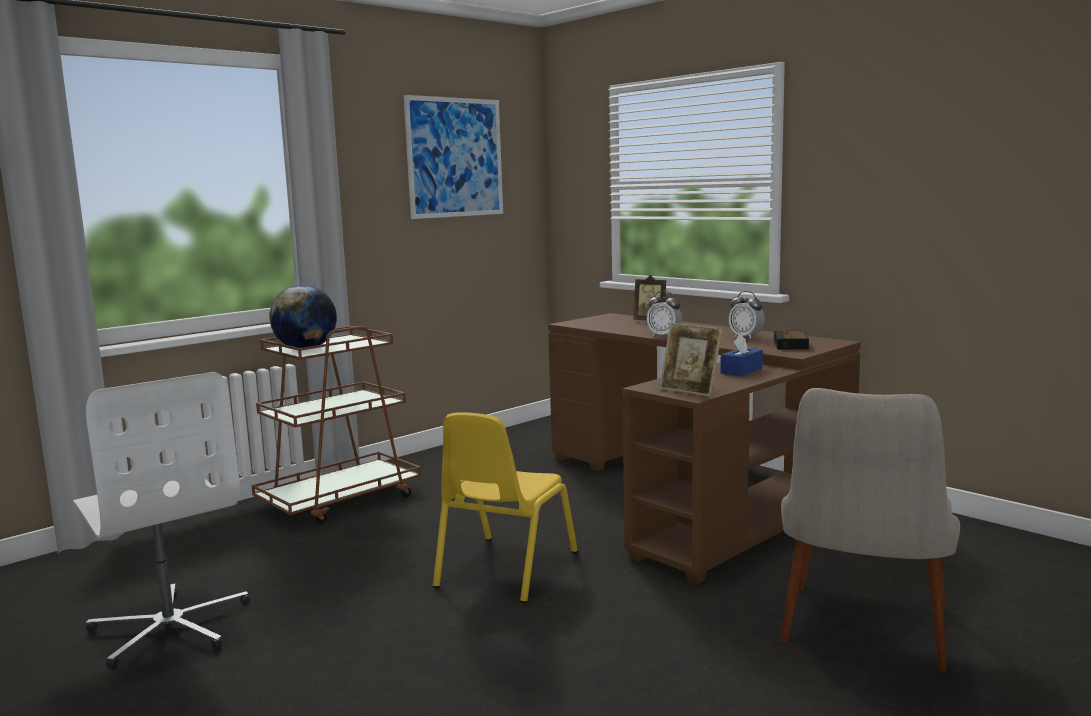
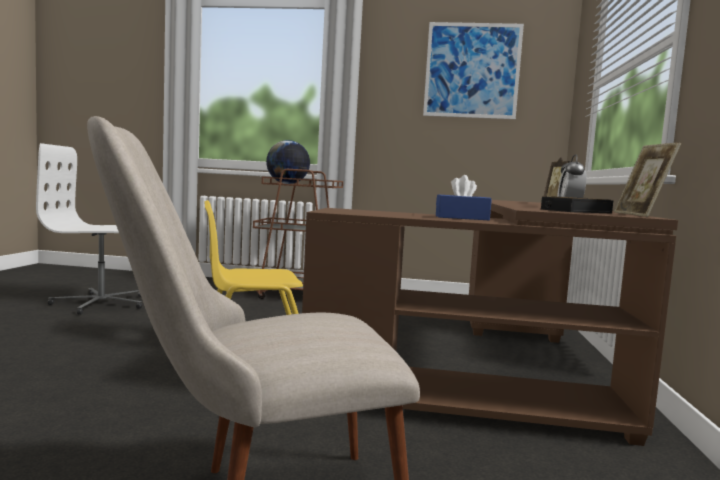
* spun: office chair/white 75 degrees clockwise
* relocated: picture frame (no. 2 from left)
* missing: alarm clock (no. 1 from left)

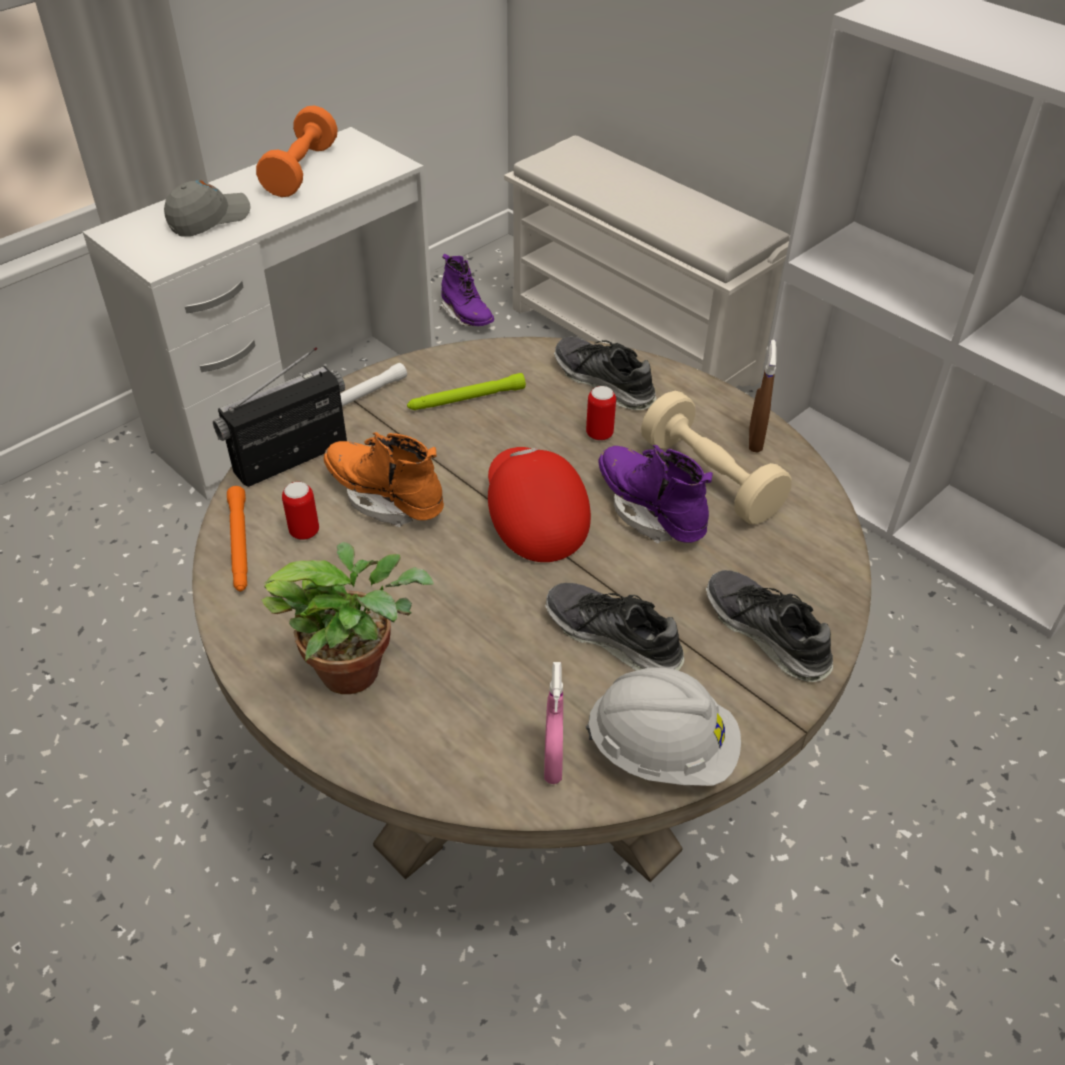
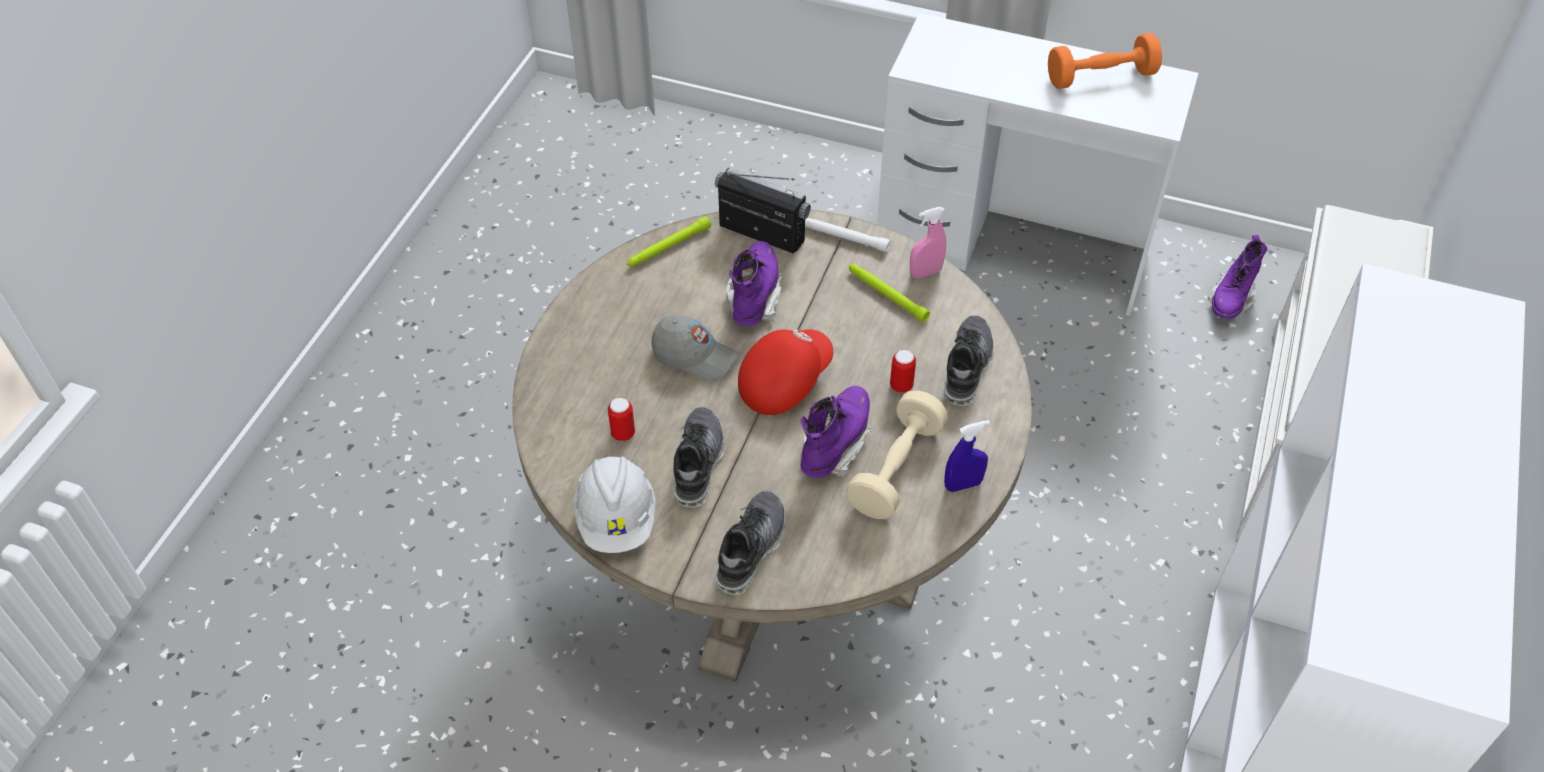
* relocated: can (no. 1 from left)
* colour: flashlight/orange to flashlight/green (no. 1 from left)
* relocated: cap/grey
* colour: boot/orange to boot/purple (no. 1 from left)
* relocated: spray bottle/pink
* colour: spray bottle/brown to spray bottle/blue
* missing: potted plant

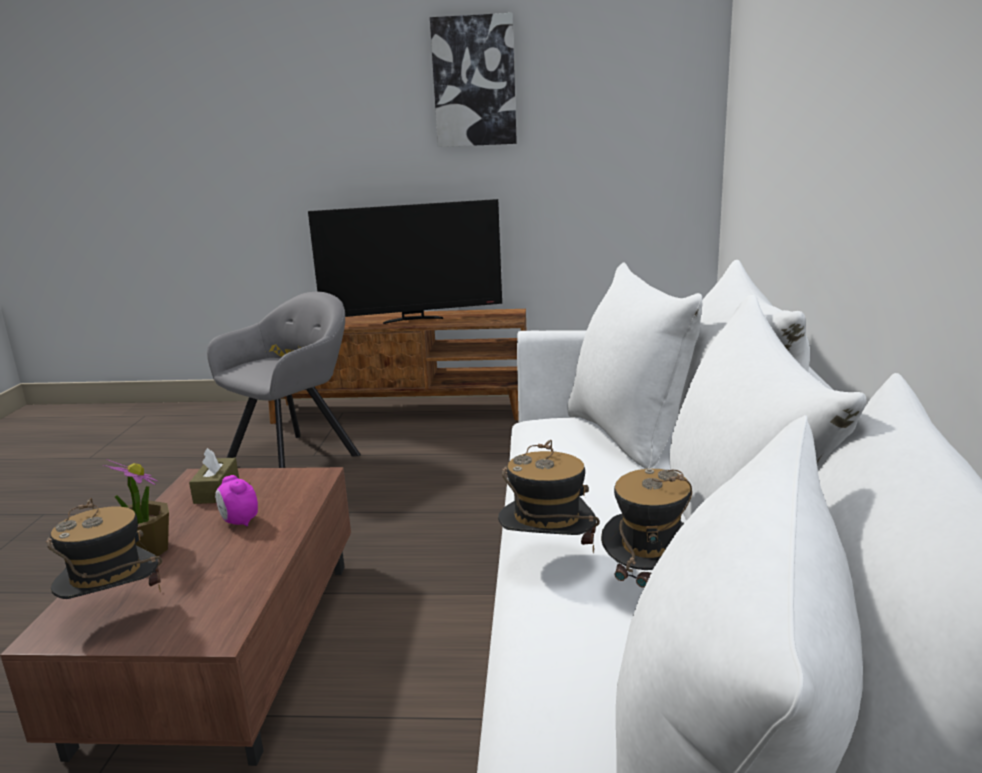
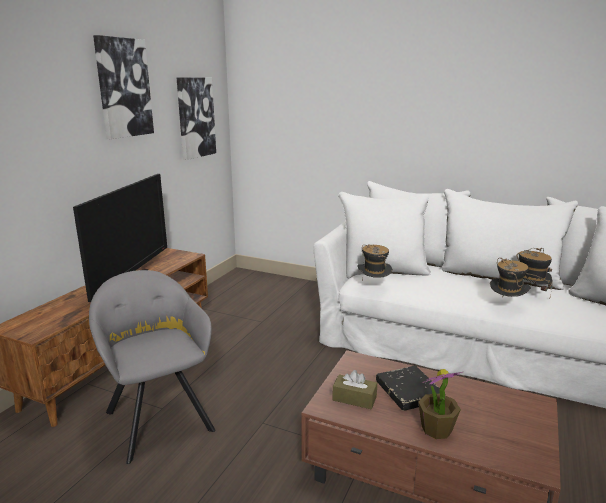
* appeared: picture (no. 2 from left)
* relocated: hat (no. 1 from left)
* exchanged: alarm clock to book/black

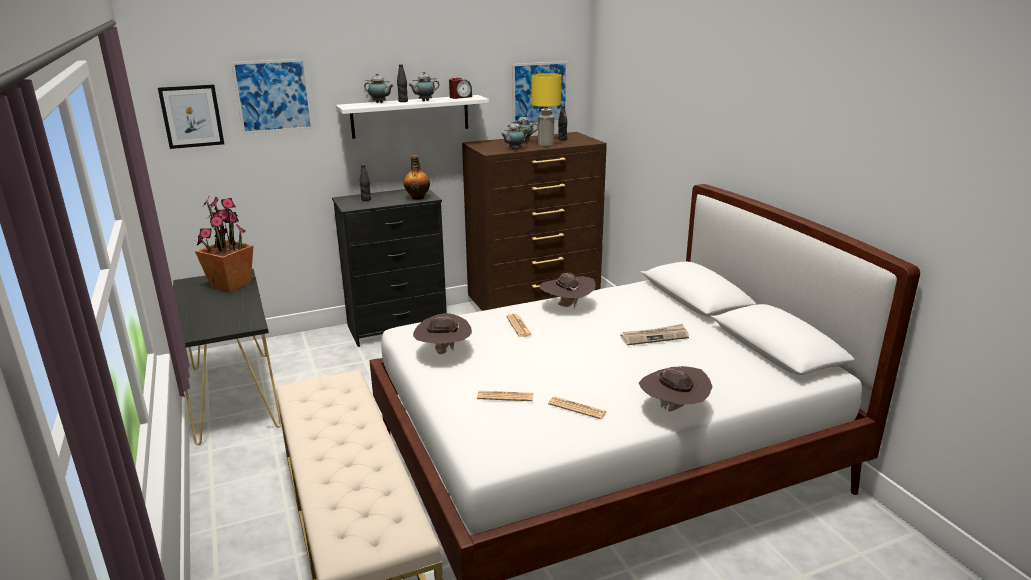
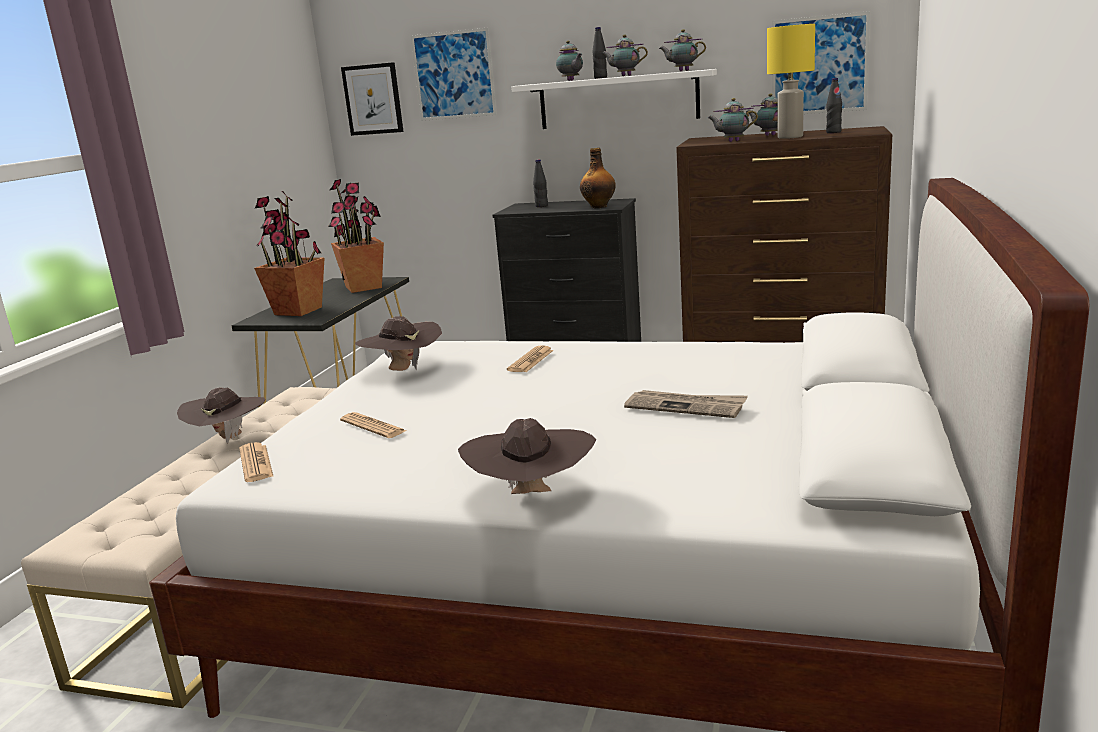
* relocated: hat/brown (no. 2 from left in the first image) to hat/brown (no. 1 from left)
* relocated: newspaper (no. 3 from left in the first image) to newspaper (no. 1 from left)
* appeared: potted plant (no. 1 from left)
* exchanged: alarm clock to teapot (no. 3 from left)

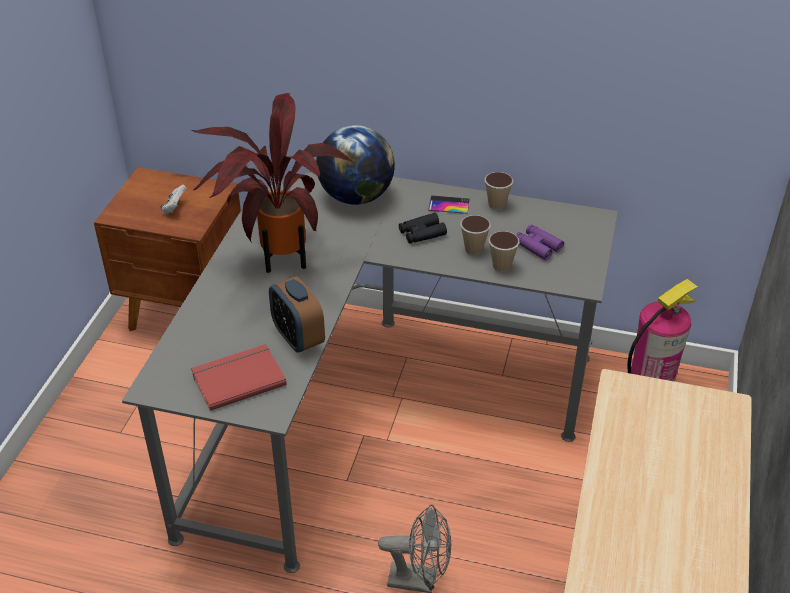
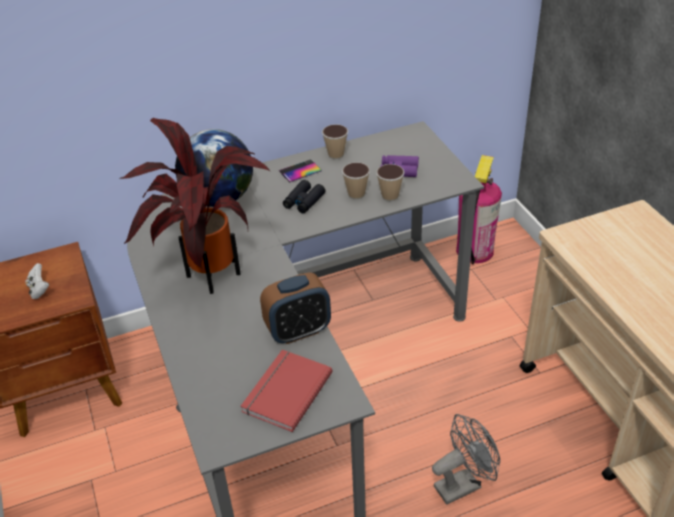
* spun: alarm clock 45 degrees counterclockwise

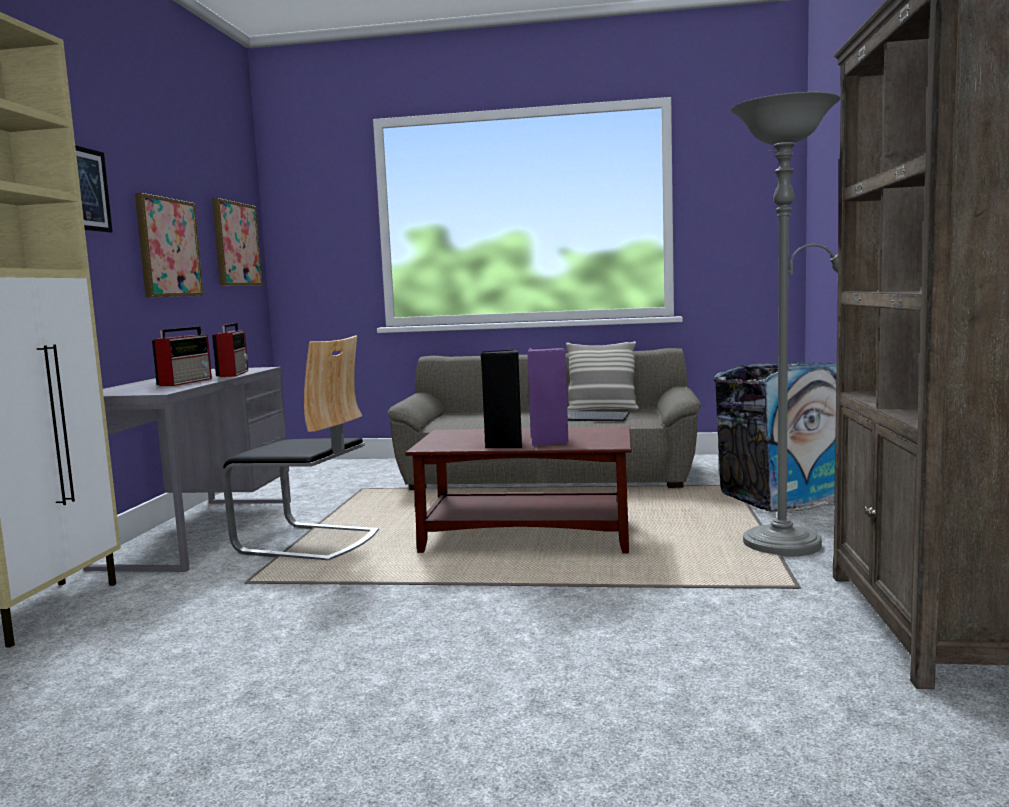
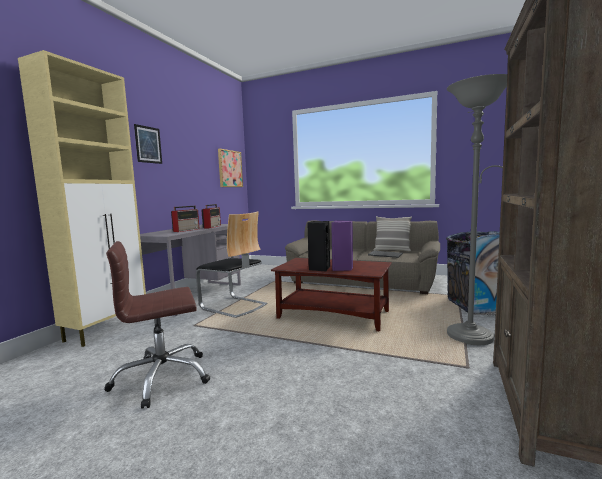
* appeared: office chair/brown
* missing: picture (no. 2 from left)

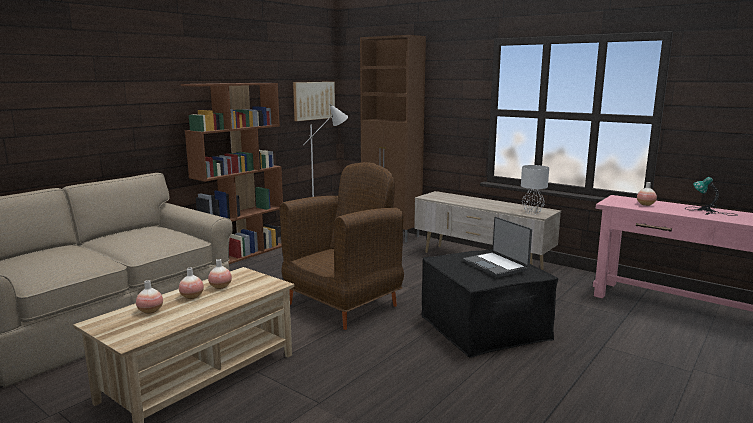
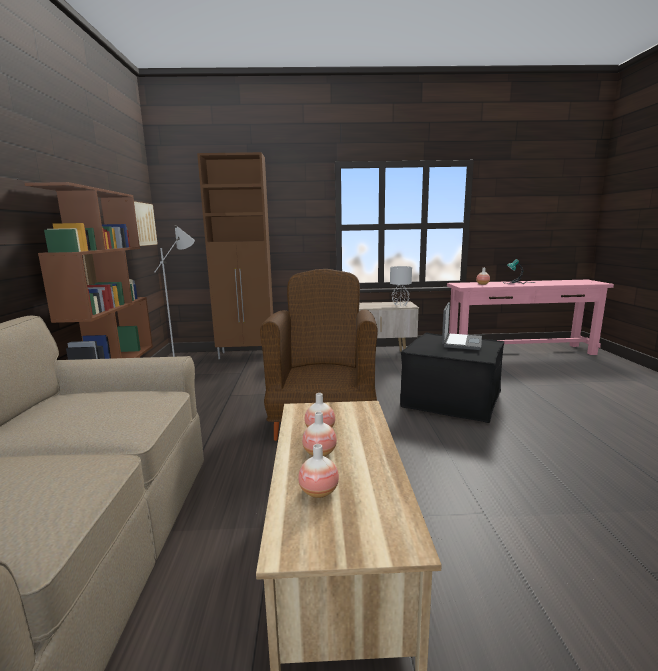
* spun: laptop 90 degrees counterclockwise

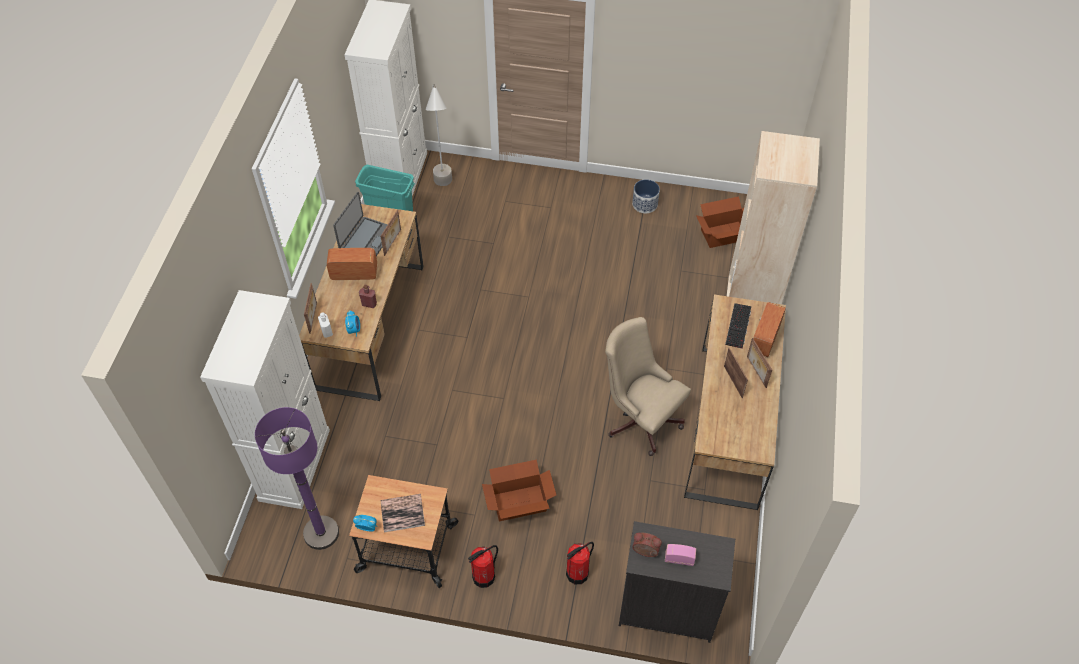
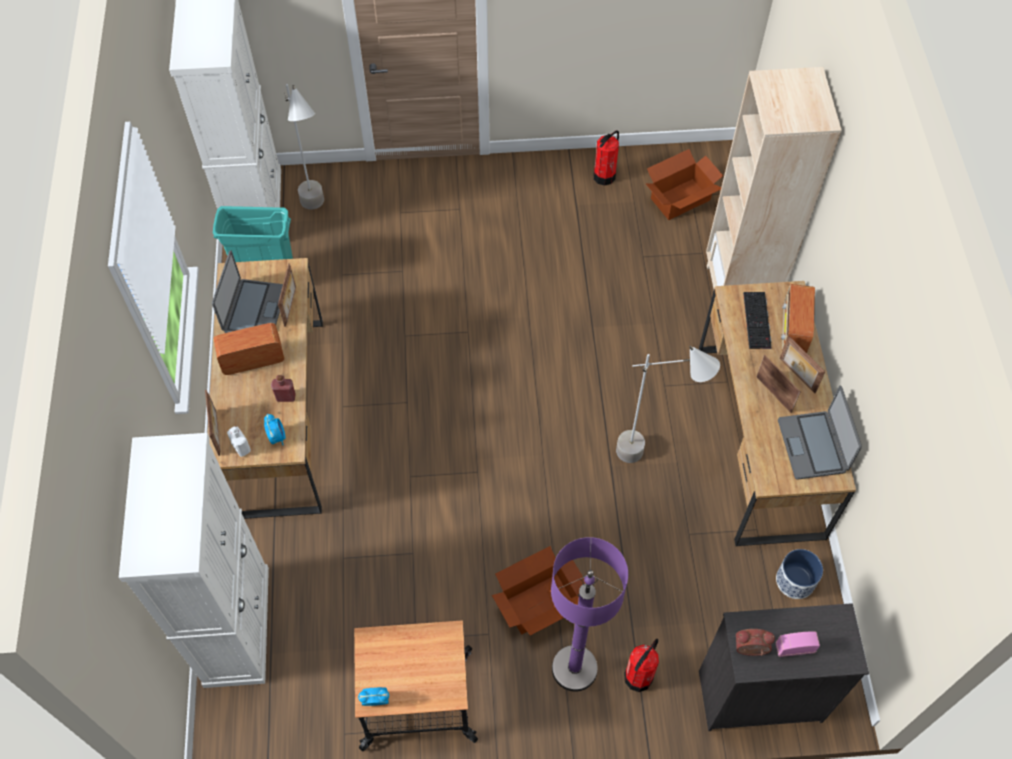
* relocated: floor lamp/purple
* relocated: fire extinguisher (no. 1 from left)
* exchanged: office chair/beige to floor lamp/grey (no. 2 from left)
* relocated: planter
* appeared: laptop (no. 2 from left)
* missing: book

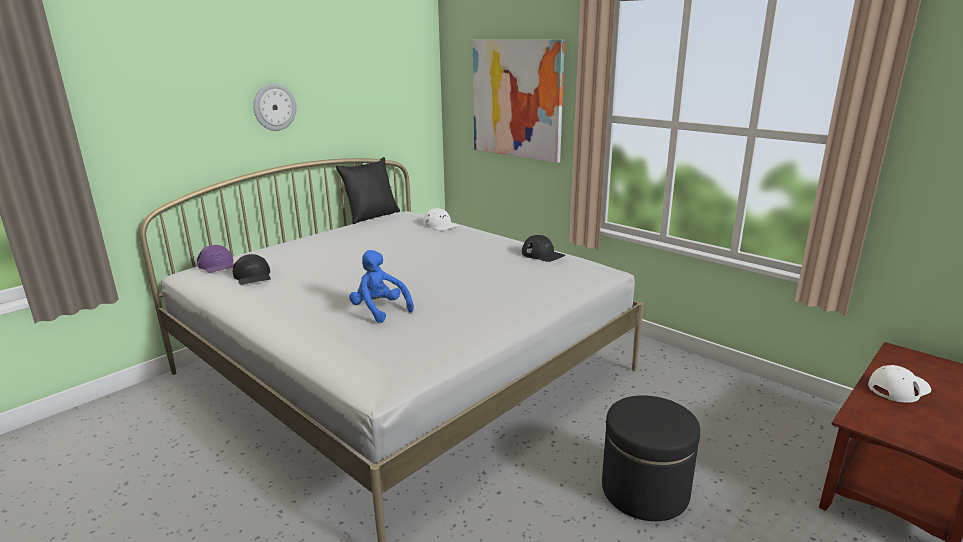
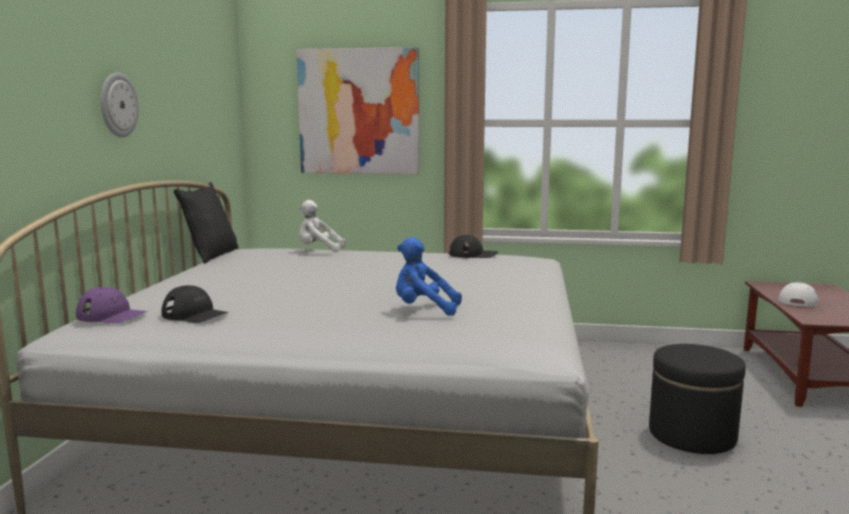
* exchanged: cap/white (no. 1 from left) to plush toy/white

